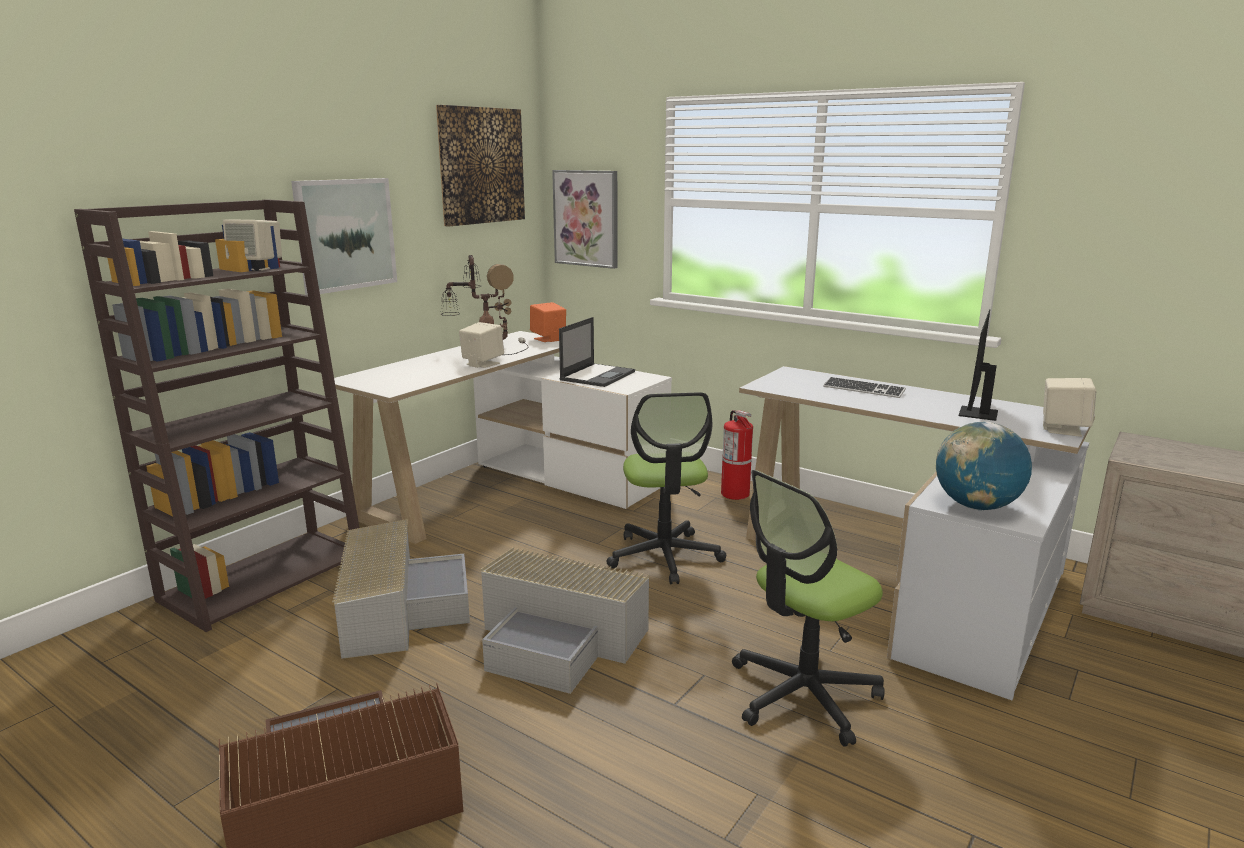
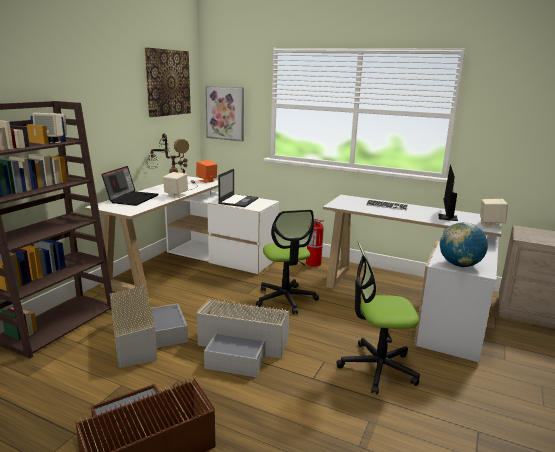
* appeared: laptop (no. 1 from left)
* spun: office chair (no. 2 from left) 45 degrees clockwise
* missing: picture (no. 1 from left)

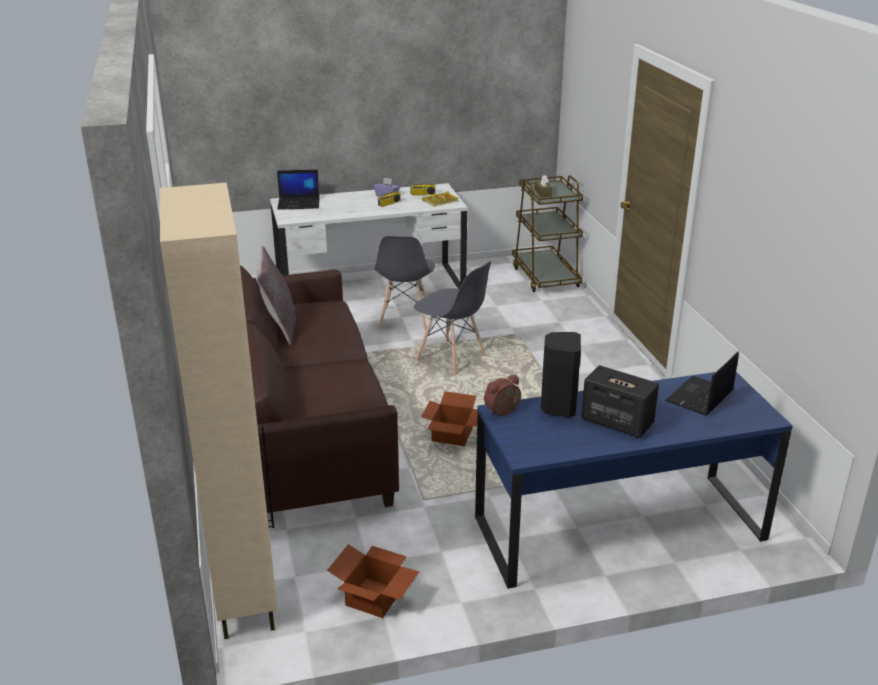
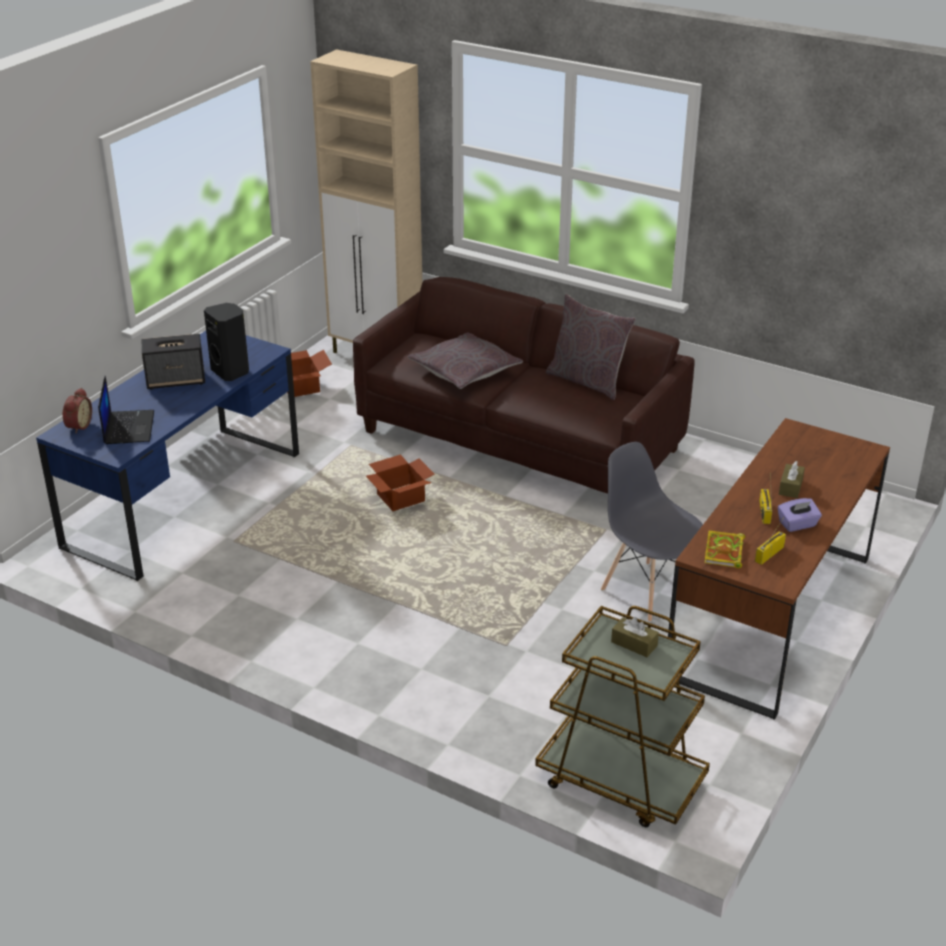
* relocated: alarm clock
* appeared: pillow/grey (no. 1 from left)
* colour: desk/white to desk/brown
* appeared: tissue box/brown (no. 2 from left)
* missing: laptop (no. 1 from left)
* missing: chair/grey (no. 2 from left)

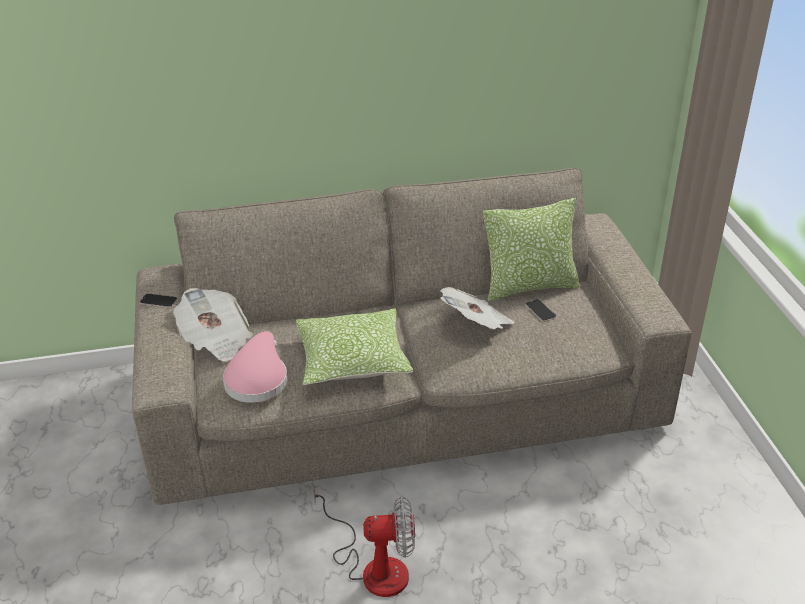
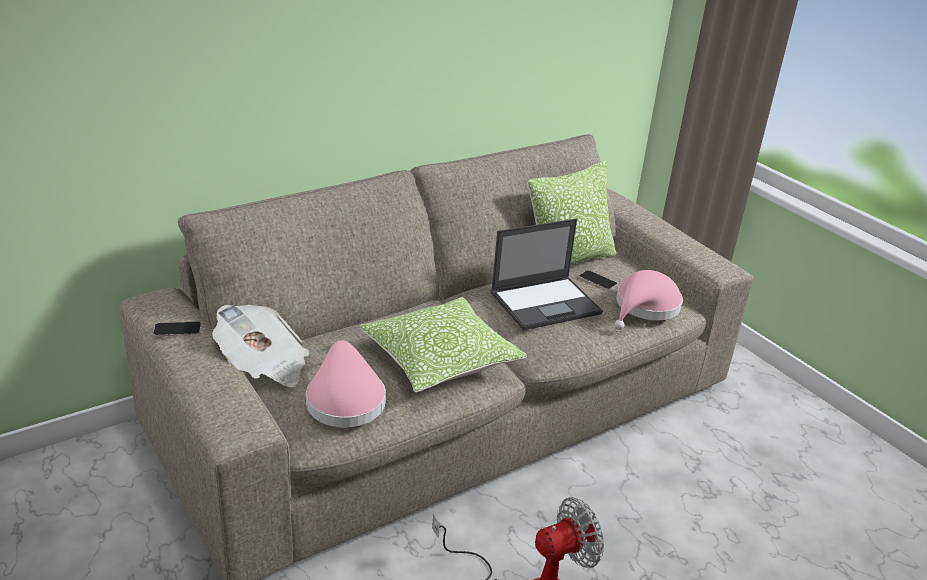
* exchanged: newspaper (no. 2 from left) to laptop
* appeared: hat/pink (no. 2 from left)

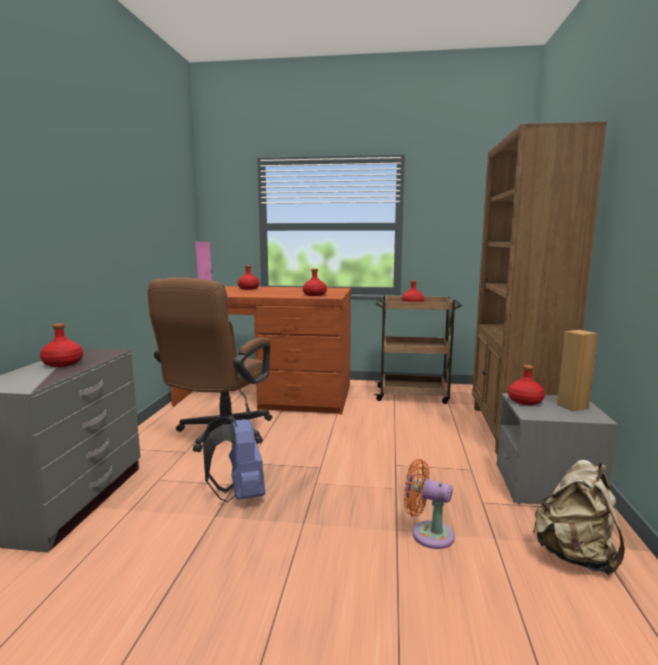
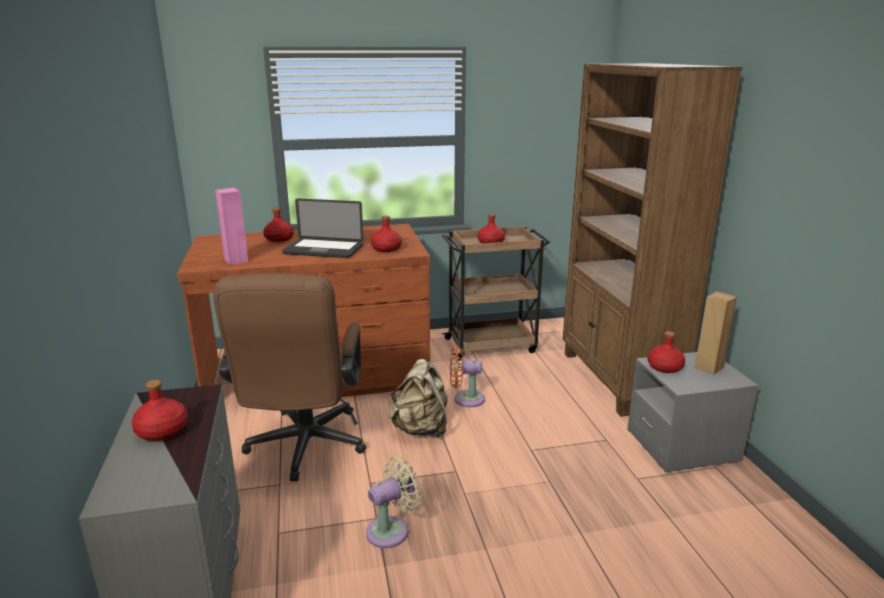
* appeared: laptop
* exchanged: backpack/blue to fan/beige
* relocated: backpack/beige
* relocated: fan/orange

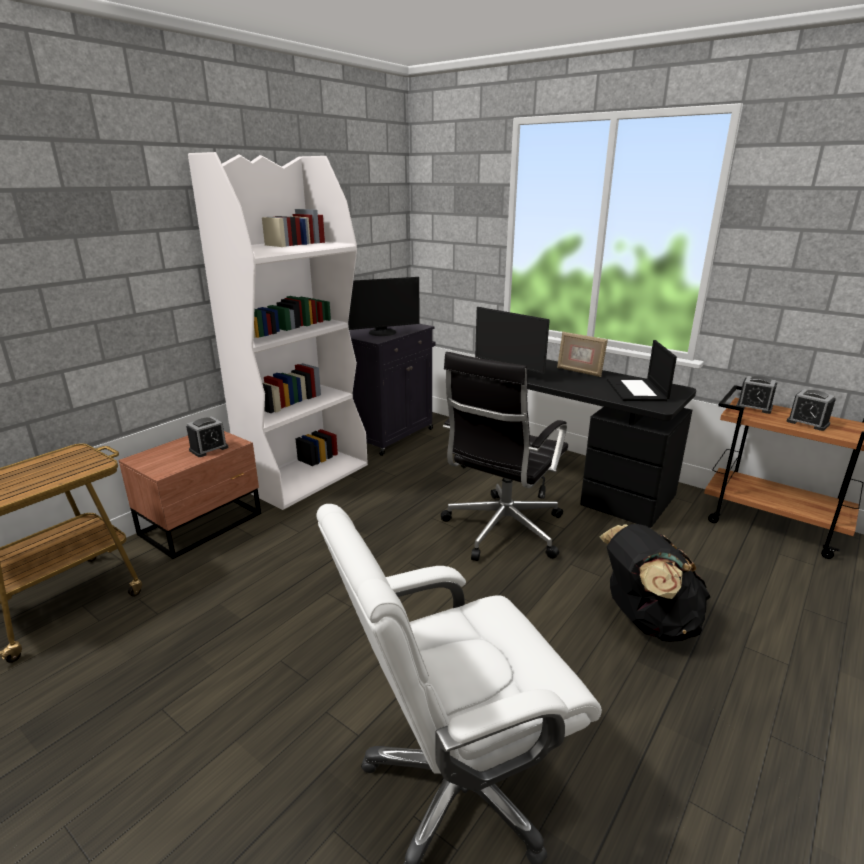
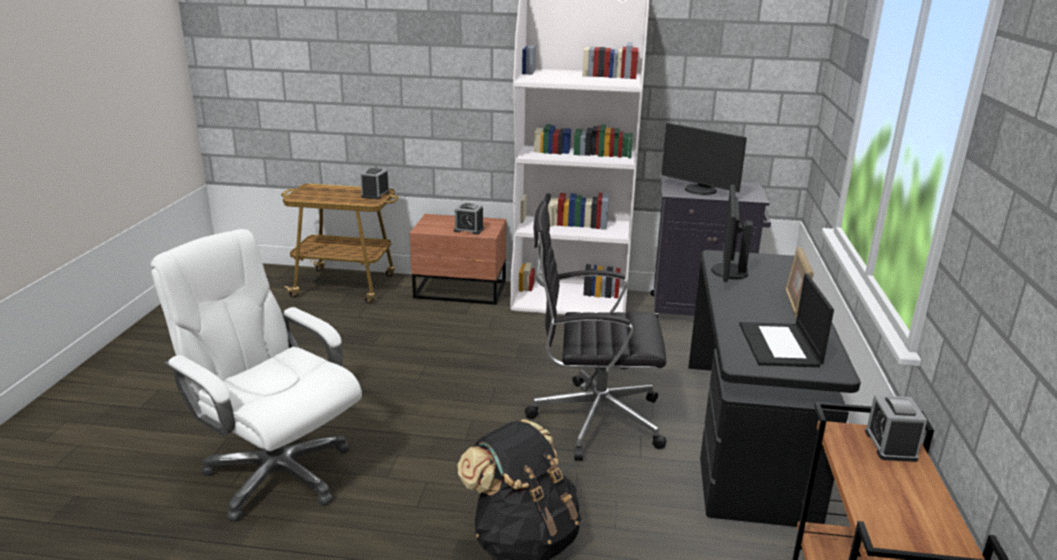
* relocated: alarm clock (no. 3 from left in the first image) to alarm clock (no. 1 from left)
* spun: laptop 60 degrees counterclockwise

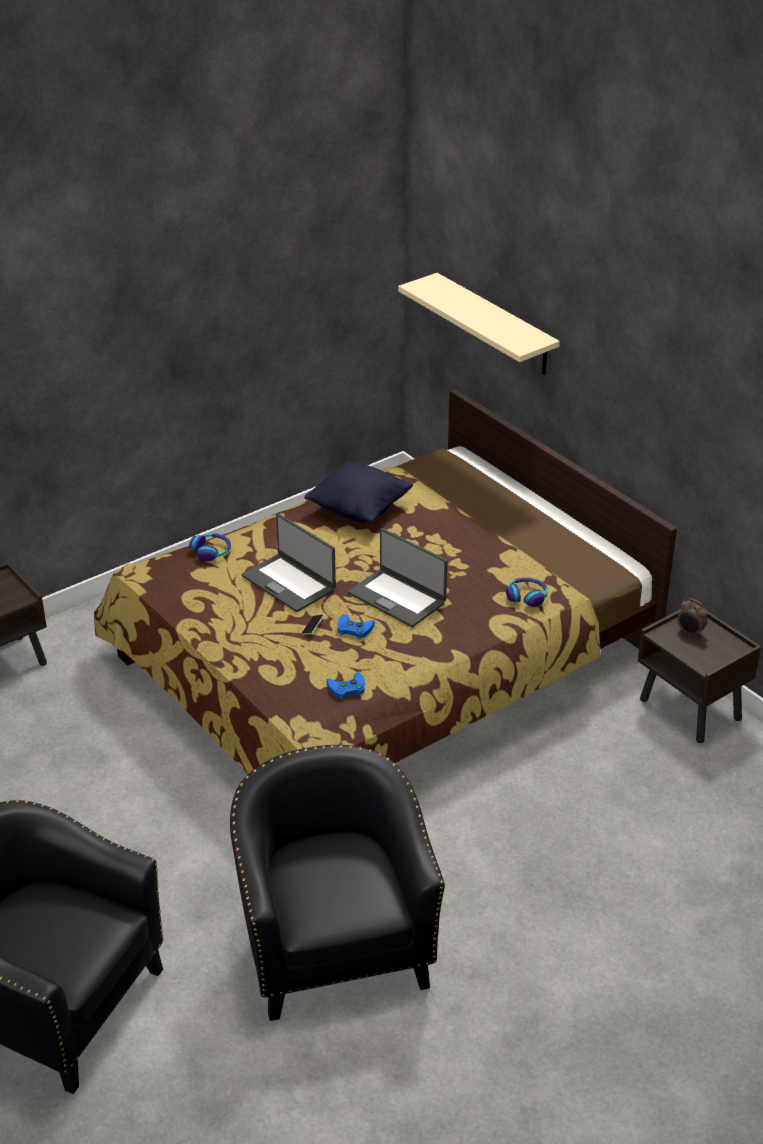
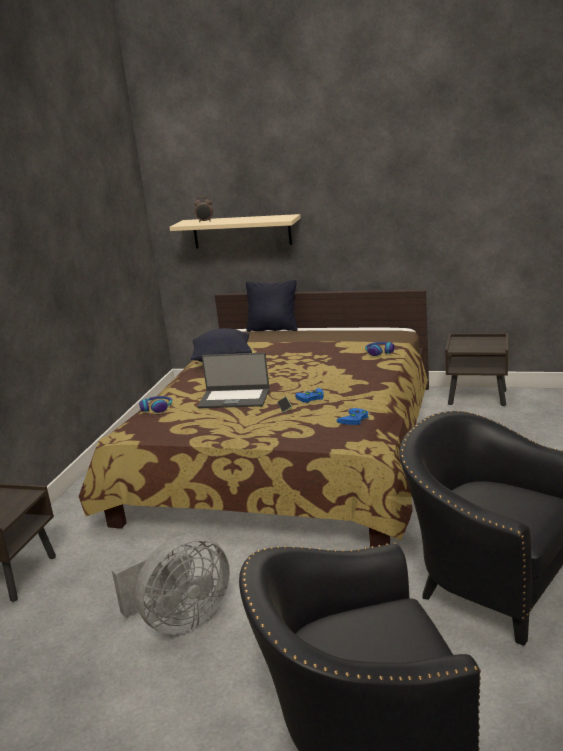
* appeared: fan/grey
* relocated: alarm clock
* appeared: pillow/black (no. 2 from left)
* missing: laptop (no. 2 from left)

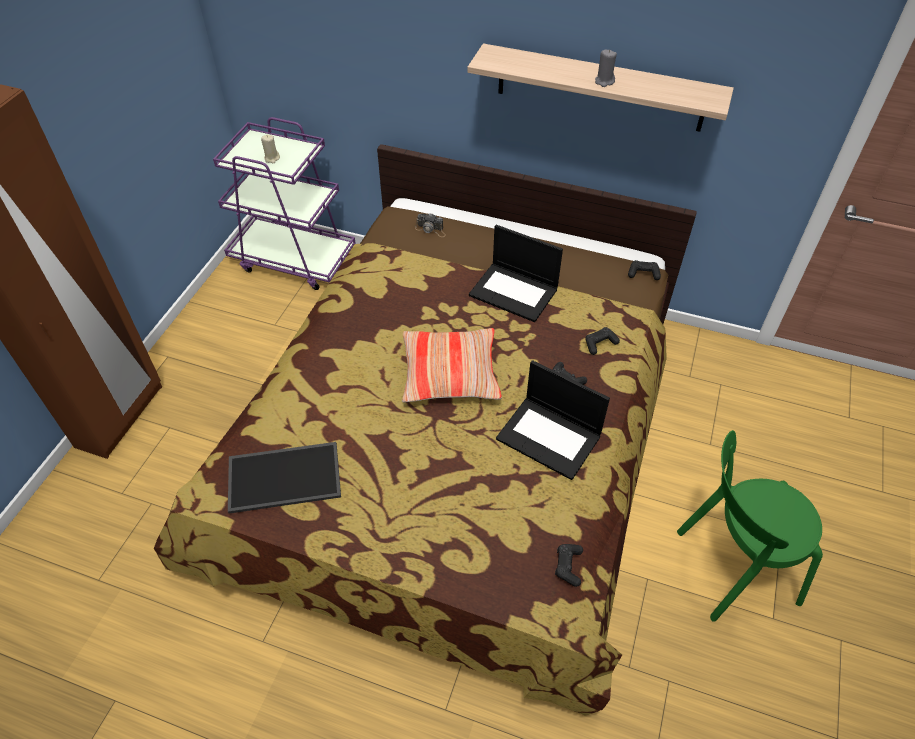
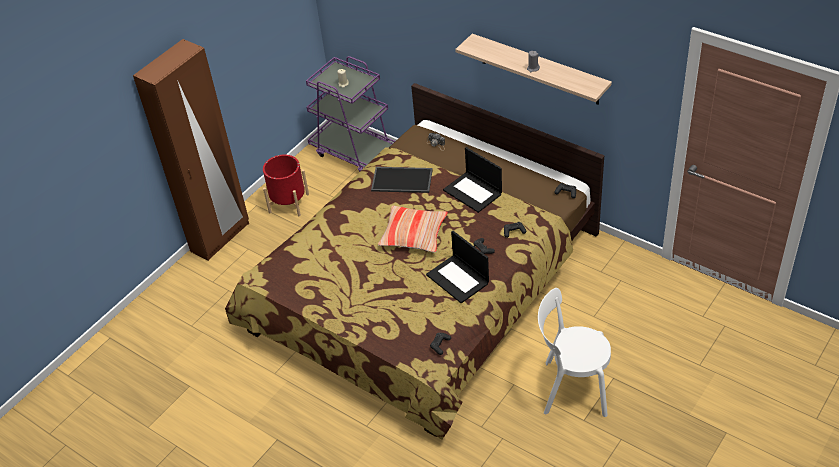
* appeared: planter/red
* relocated: tray
* colour: chair/green to chair/white

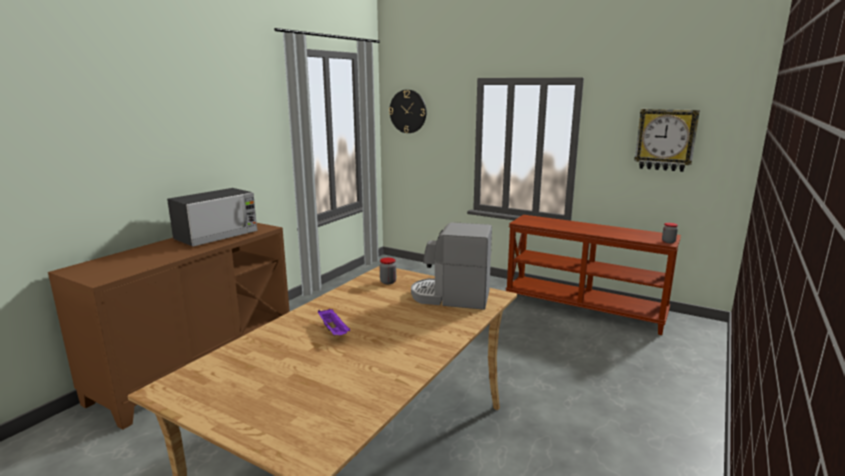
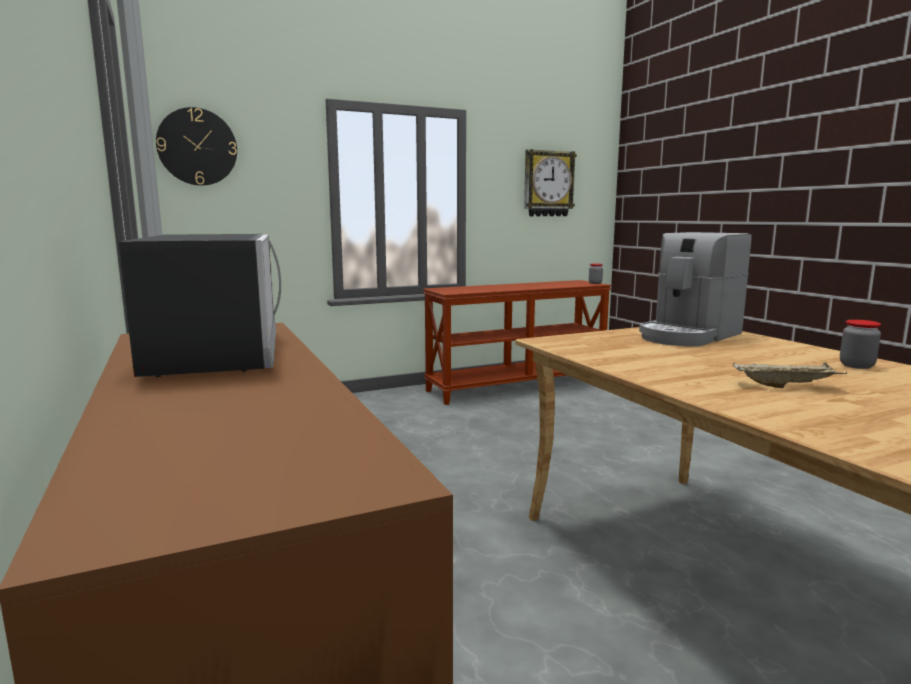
* colour: tray/purple to tray/beige
* relocated: jar (no. 1 from left in the first image) to jar (no. 2 from left)

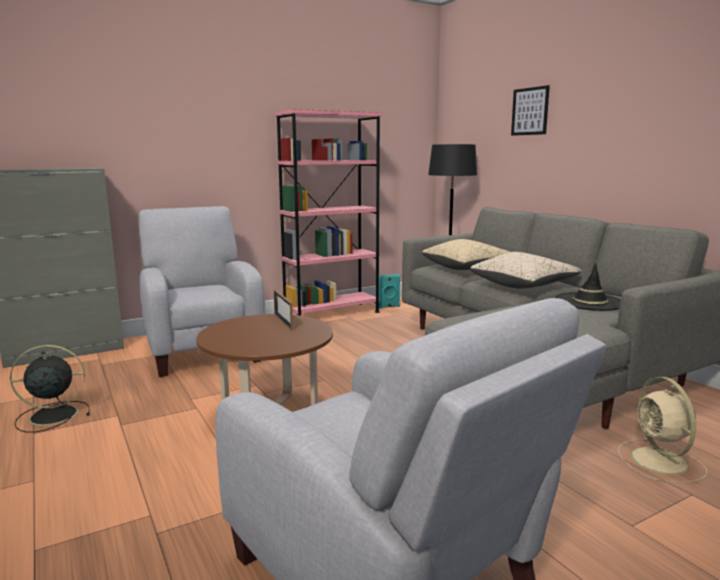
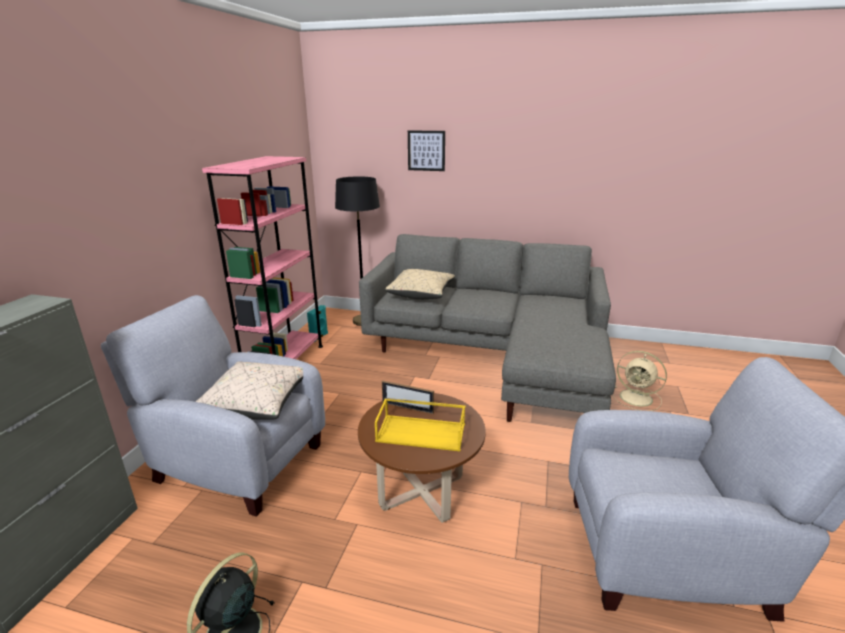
* relocated: pillow/beige (no. 2 from left in the first image) to pillow/beige (no. 1 from left)
* appeared: tray/yellow
* missing: hat/black

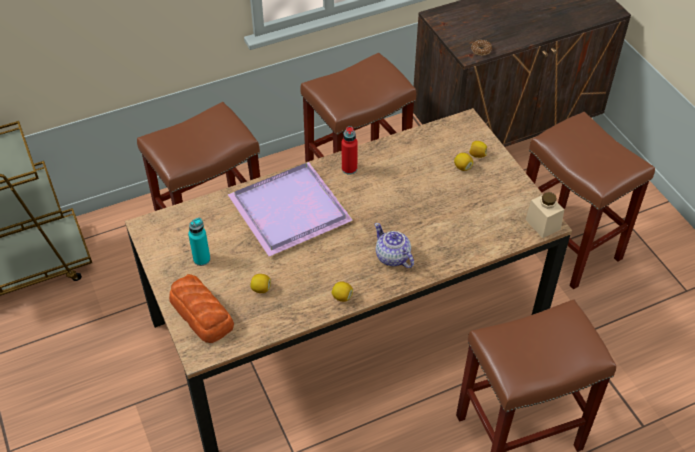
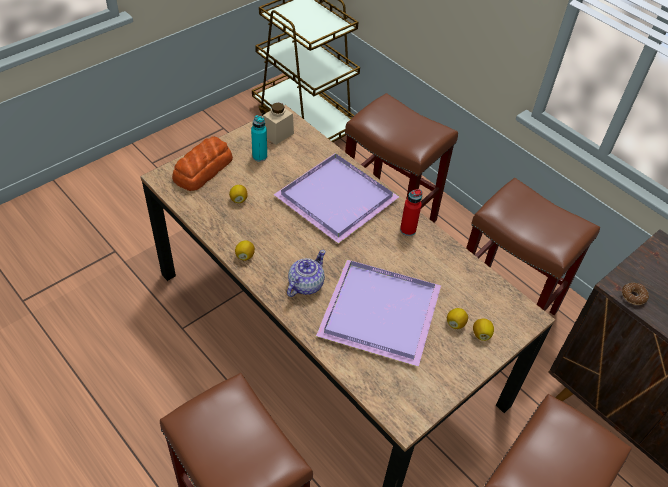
* relocated: jar/beige
* appeared: tray/purple (no. 2 from left)

